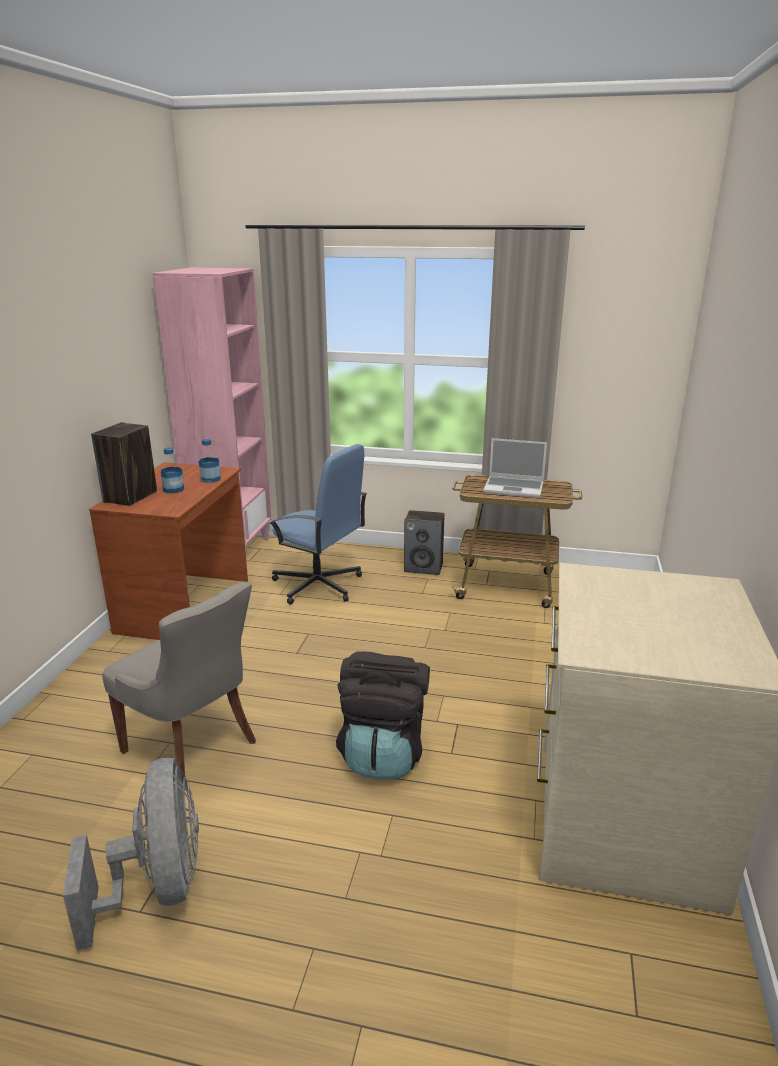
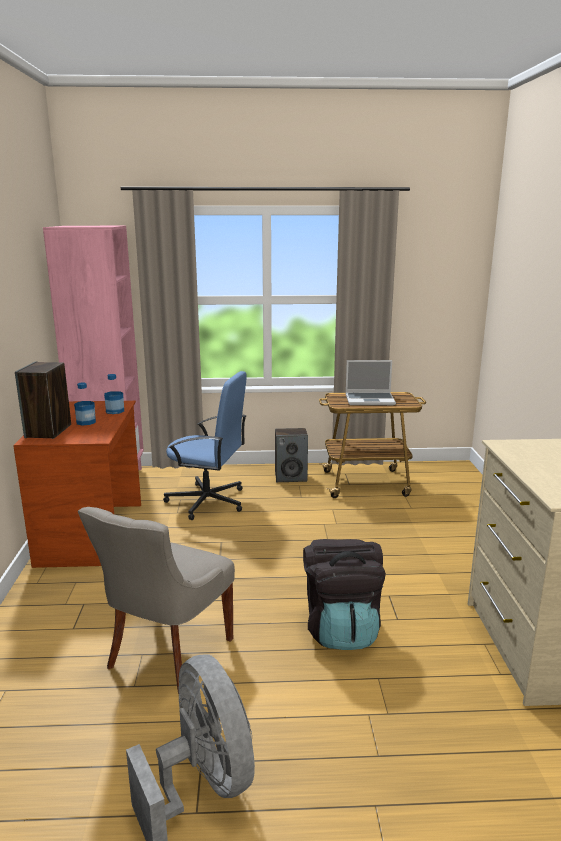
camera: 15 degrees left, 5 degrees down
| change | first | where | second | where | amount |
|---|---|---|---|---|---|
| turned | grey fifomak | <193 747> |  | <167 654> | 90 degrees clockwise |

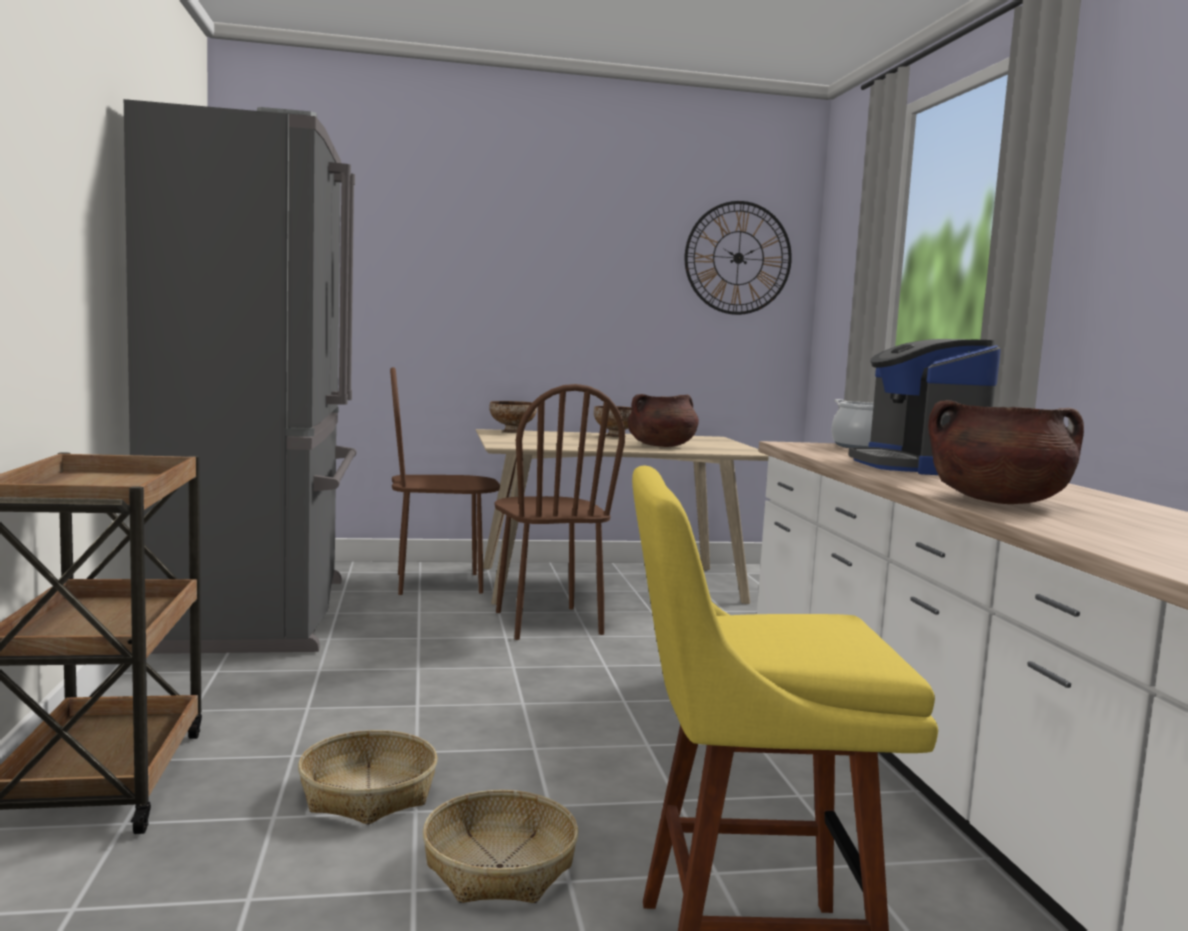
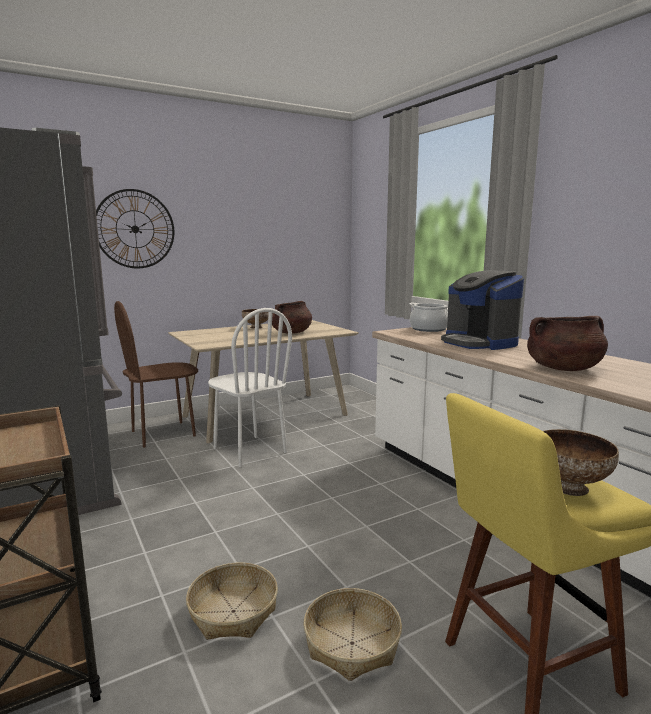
camera: 20 degrees left, 5 degrees up
| change | first | where | second | where | amount |
|---|---|---|---|---|---|
| moved | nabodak | <512 431> |  | <569 487> |  |
| moved | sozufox | <738 258> |  | <135 229> |  |
| recoloured | brown fifomak | <547 623> | white fifomak | <249 450> |  |

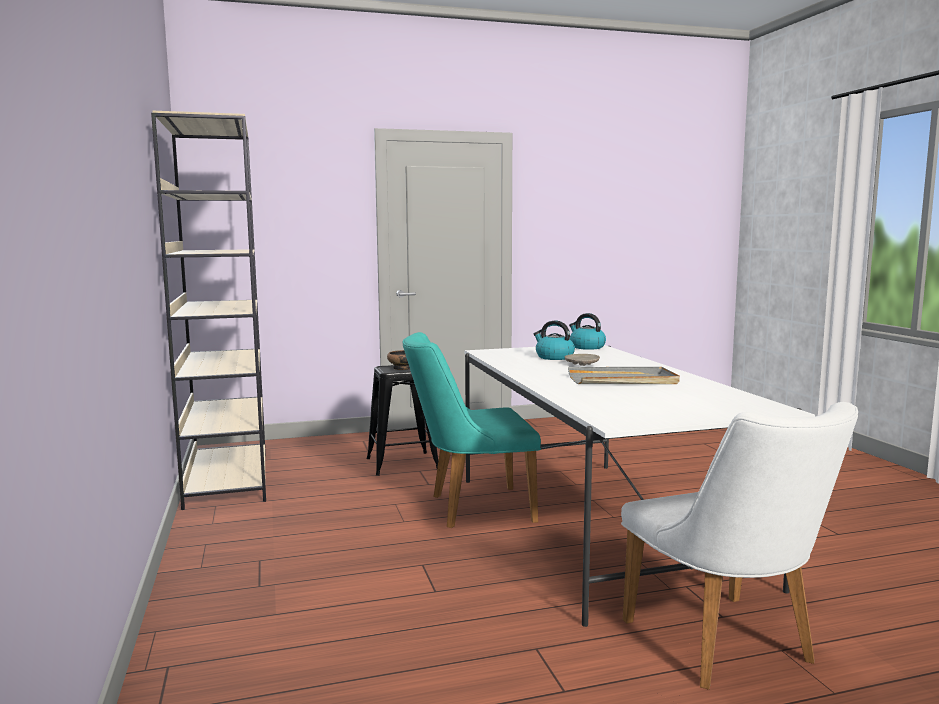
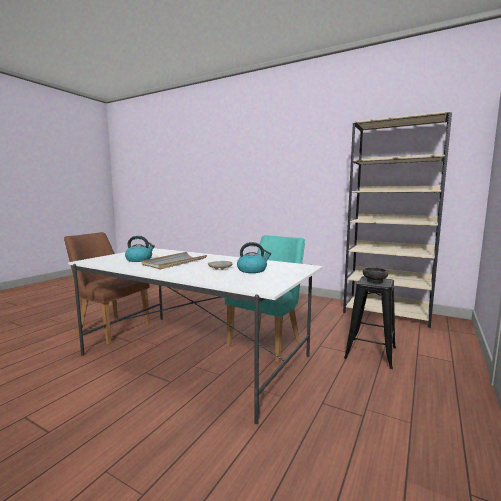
camera: 135 degrees right, 0 degrees up
| change | first | where | second | where | amount |
|---|---|---|---|---|---|
| moved | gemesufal | <586 347> |  | <139 260> |  |
| recoloured | white fifomak | <728 648> | brown fifomak | <109 327> |  |

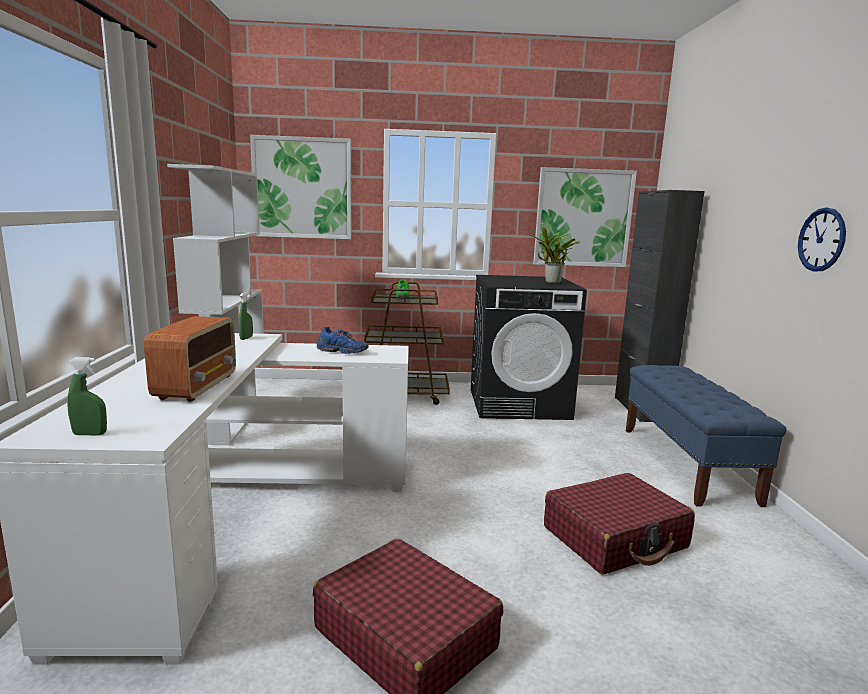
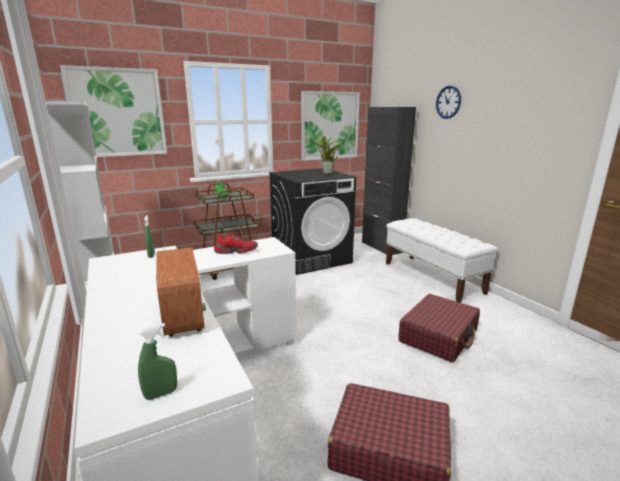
camera: 25 degrees left, 5 degrees up
| change | first | where | second | where | amount |
|---|---|---|---|---|---|
| moved | sozufox | <821 240> |  | <448 102> |  |
| recoloured | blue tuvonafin | <342 352> | red tuvonafin | <236 252> |  |
| recoloured | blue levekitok | <686 464> | white levekitok | <432 277> |  |

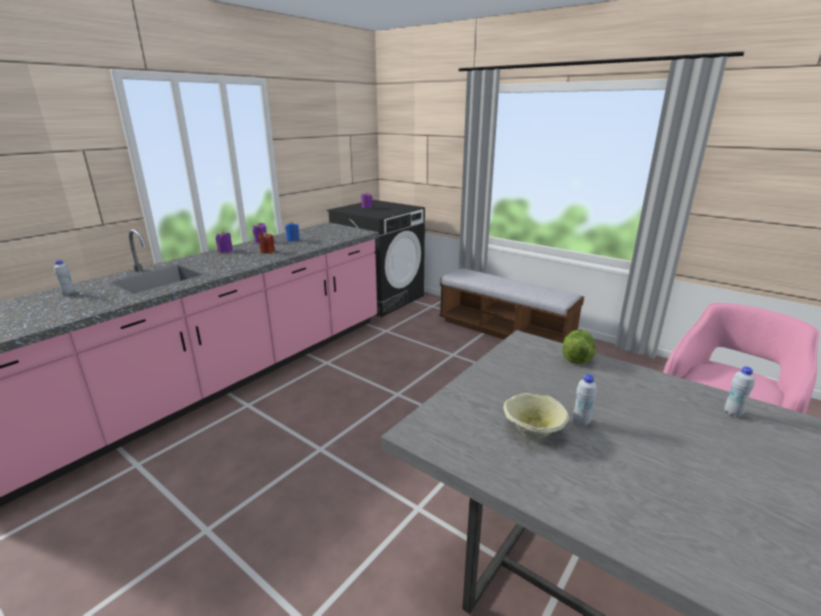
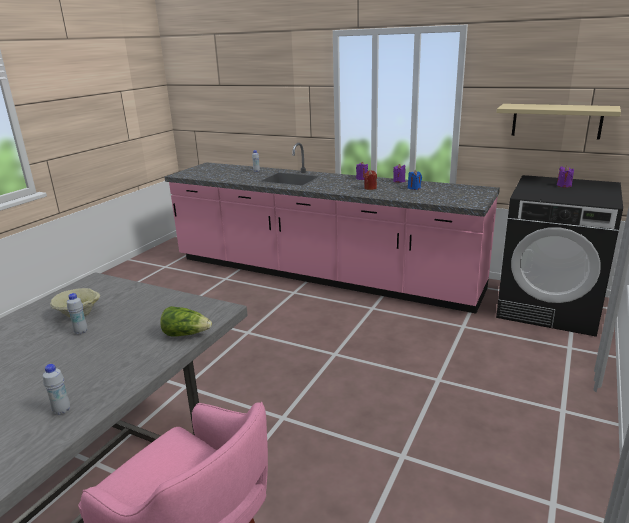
camera: 80 degrees right, 0 degrees up
| change | first | where | second | where | amount |
|---|---|---|---|---|---|
| removed | levekitok | <504 331> |  |  |  |
| added |  |  | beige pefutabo | <556 121> |  |

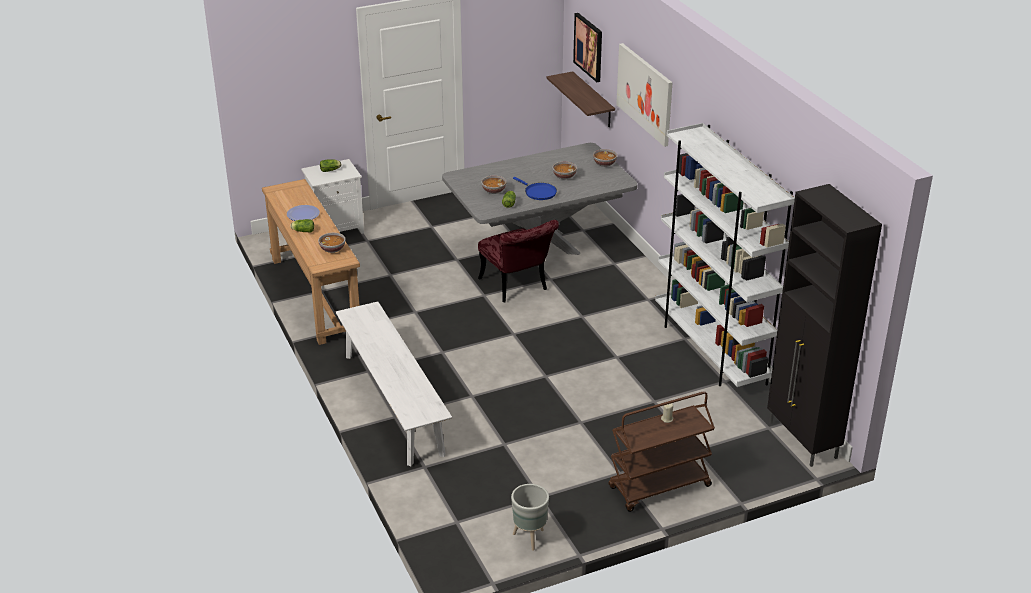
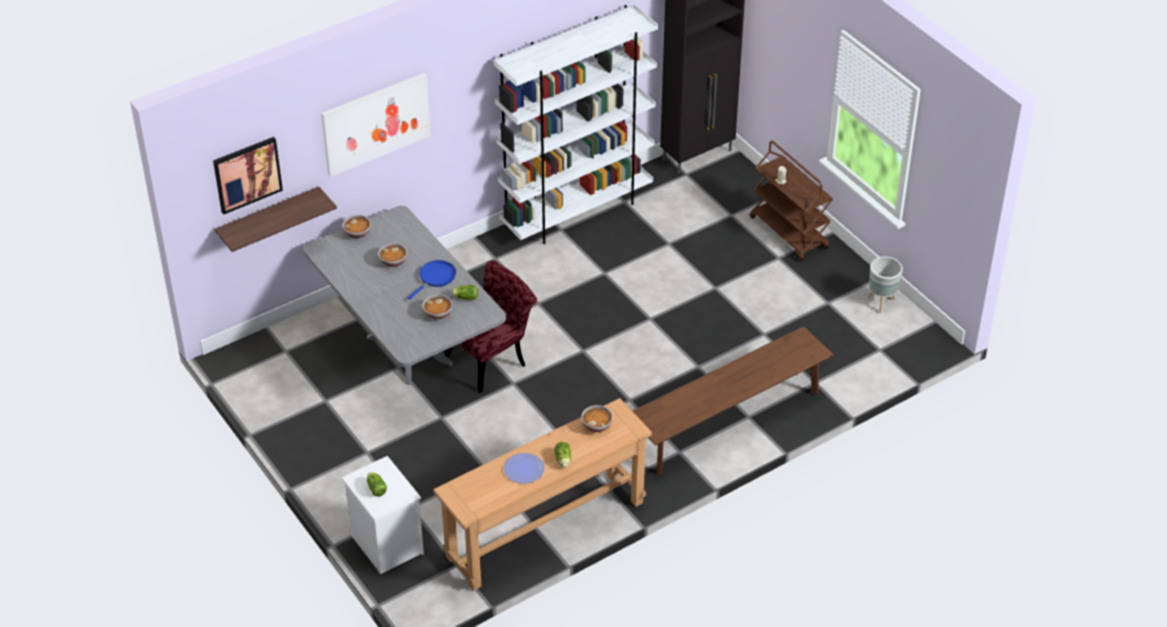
camera: 100 degrees left, 10 degrees up
| change | first | where | second | where | amount |
|---|---|---|---|---|---|
| recoloured | white levekitok | <393 404> | brown levekitok | <728 422> |  |

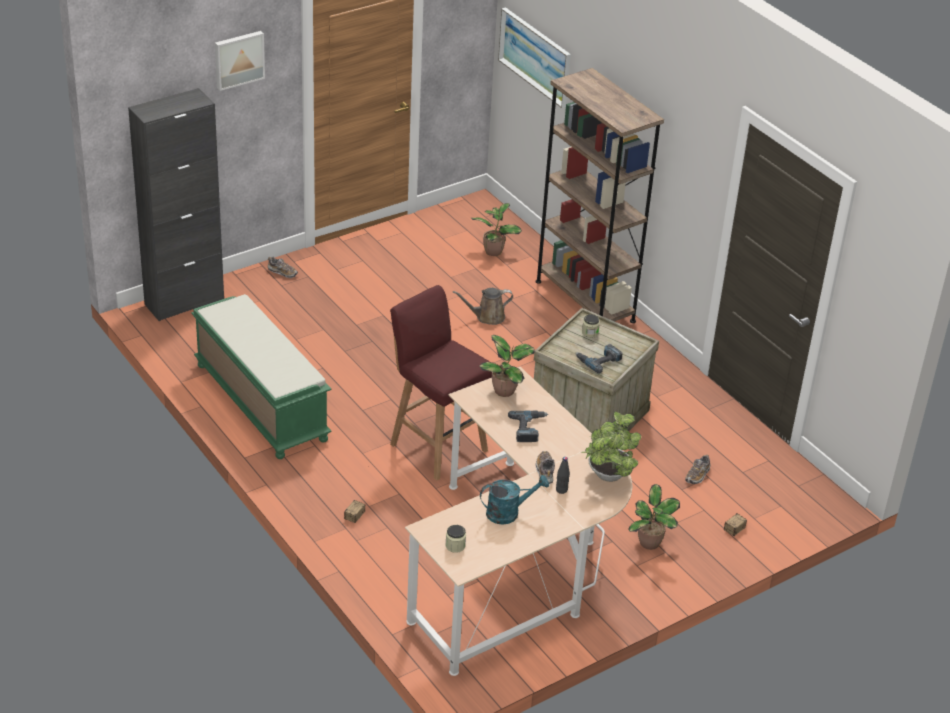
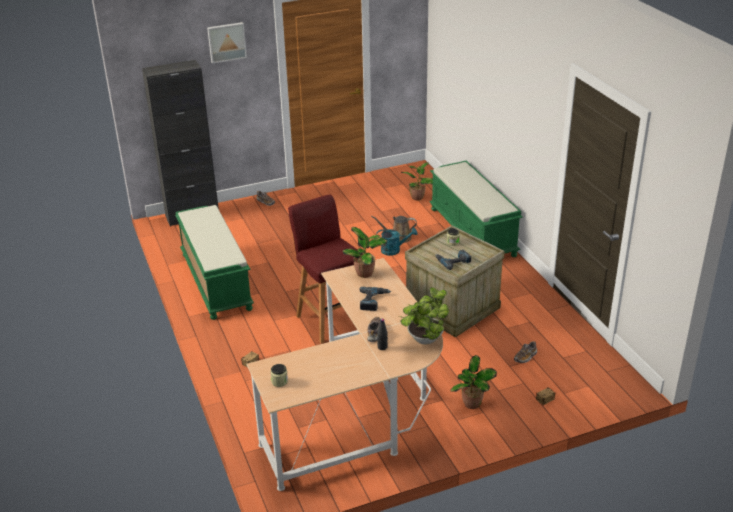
camera: 15 degrees right, 5 degrees down
| change | first | where | second | where | amount |
|---|---|---|---|---|---|
| removed | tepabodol | <535 56> |  |  |  |
| moved | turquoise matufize | <508 512> |  | <394 250> |  |
| replaced | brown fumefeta | <585 301> | green levekitok | <473 232> |  |

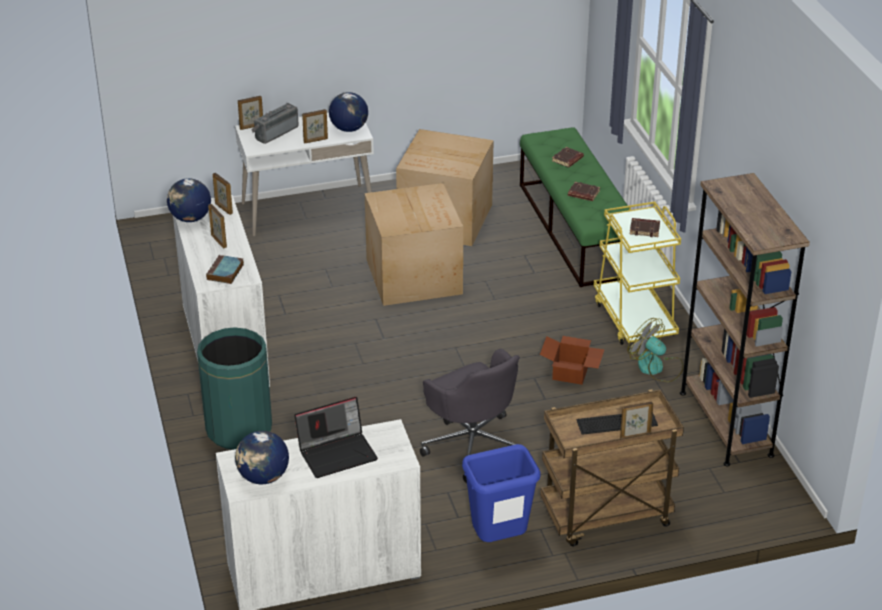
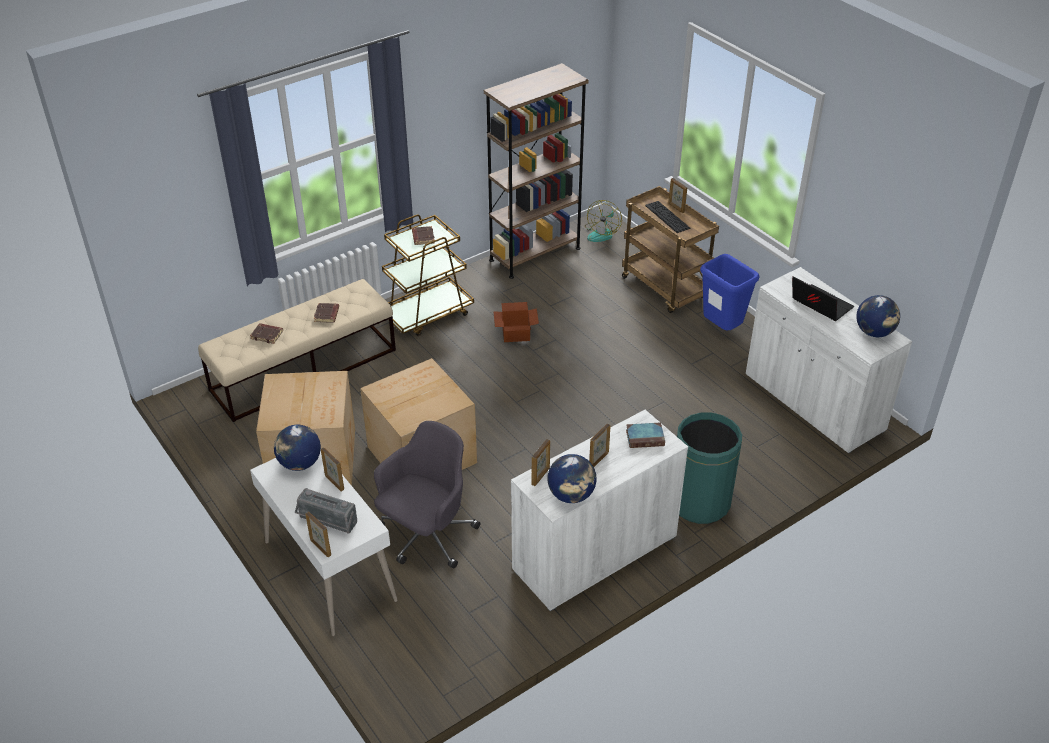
camera: 110 degrees left, 5 degrees up
| change | first | where | second | where | amount |
|---|---|---|---|---|---|
| moved | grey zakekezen | <472 445> |  | <426 536> |  |
| moved | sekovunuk | <656 368> |  | <602 233> |  |
| recoloured | green levekitok | <576 230> | beige levekitok | <304 369> |  |
| recoloured | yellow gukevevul | <634 318> | brown gukevevul | <428 314> |  |

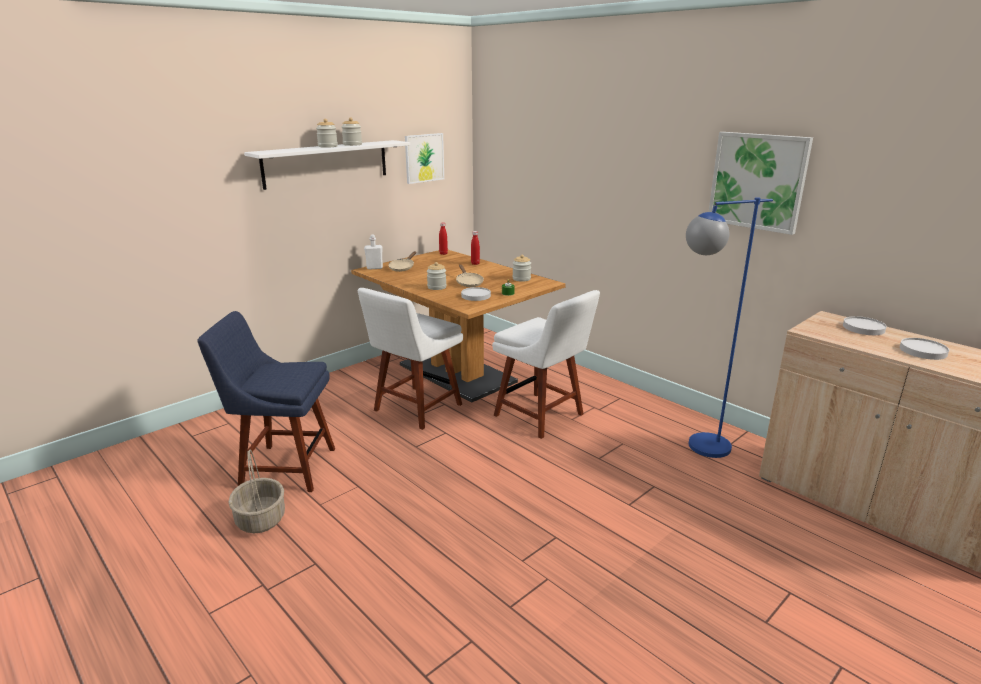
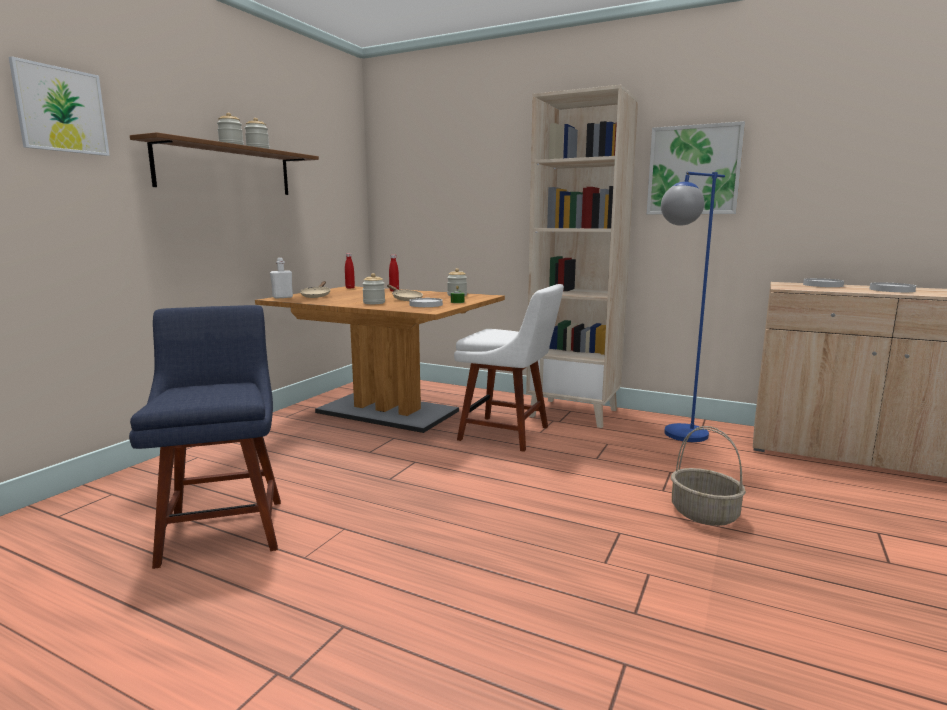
camera: 20 degrees left, 10 degrees down
| change | first | where | second | where | amount |
|---|---|---|---|---|---|
| removed | white fifomak | <415 409> |  |  |  |
| added |  |  | beige fumefeta | <574 413> |  |
| moved | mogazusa | <261 519> |  | <705 514> |  |
| moved | tepabodol | <424 158> |  | <61 110> |  |
| recoloured | white pefutabo | <326 163> | brown pefutabo | <226 169> |  |
| turned | blue fifomak | <283 467> |  | <224 527> | 90 degrees clockwise |

